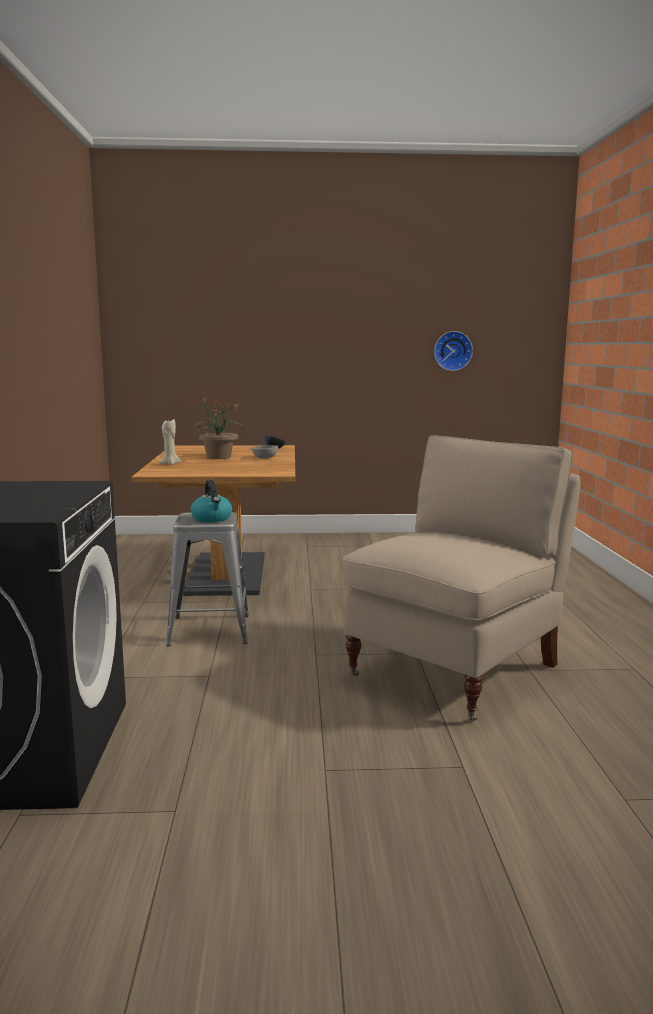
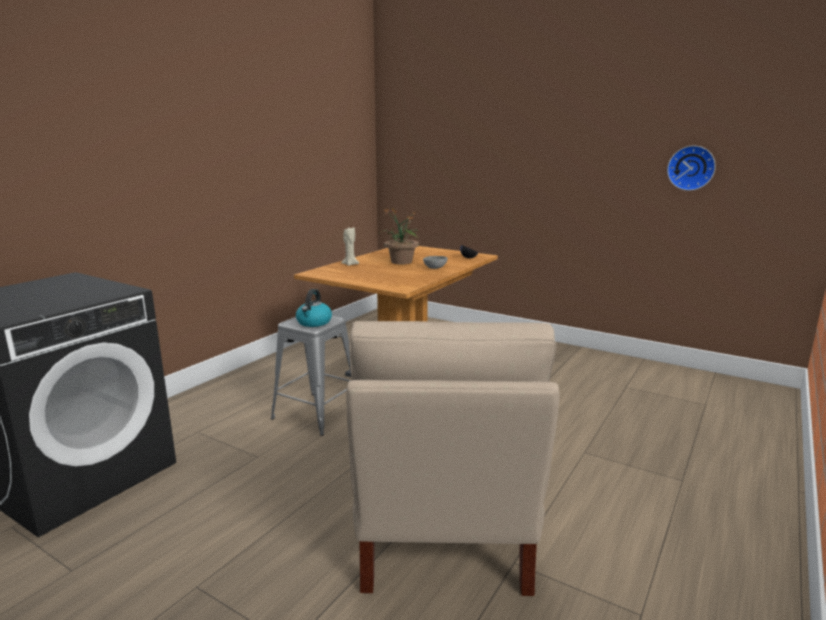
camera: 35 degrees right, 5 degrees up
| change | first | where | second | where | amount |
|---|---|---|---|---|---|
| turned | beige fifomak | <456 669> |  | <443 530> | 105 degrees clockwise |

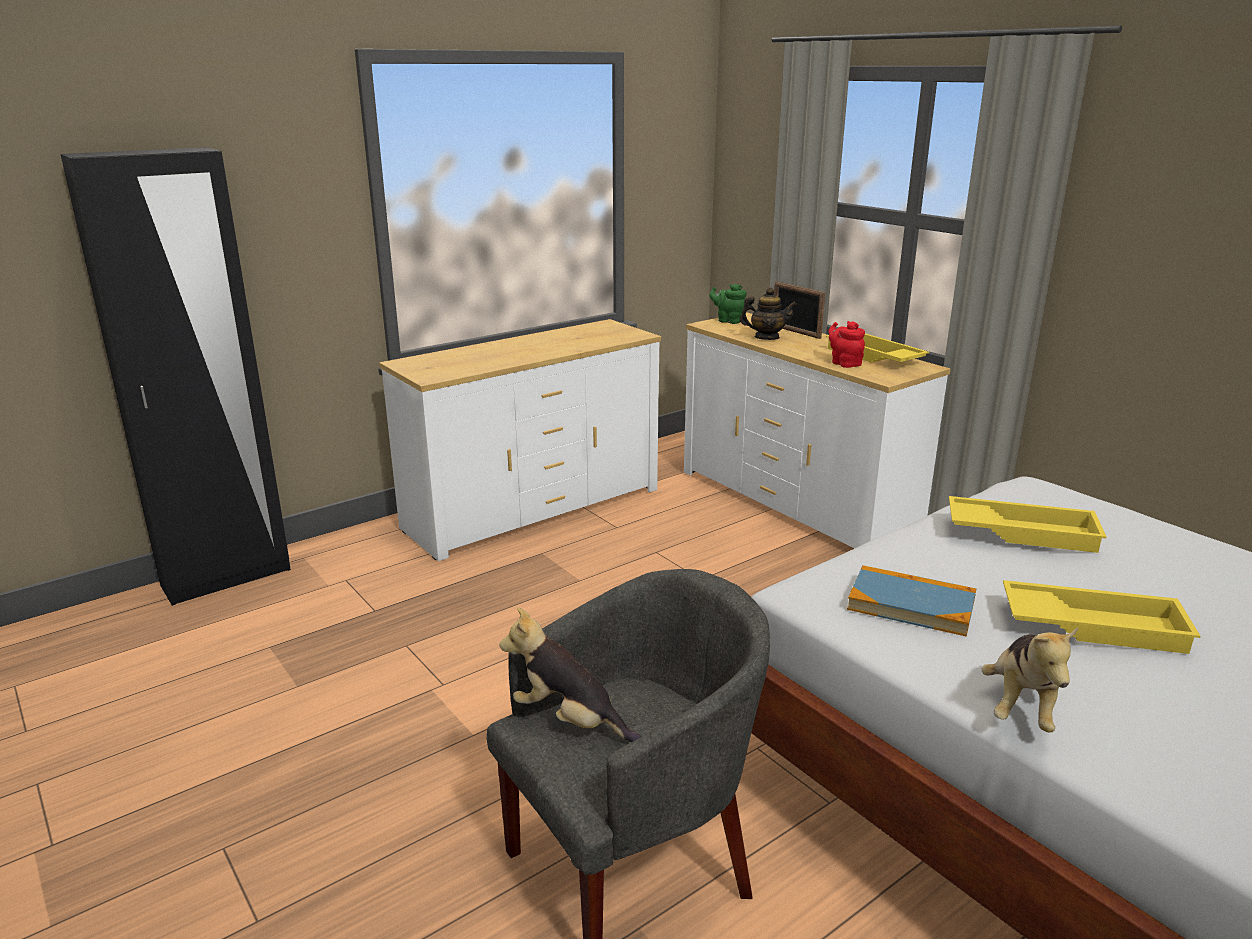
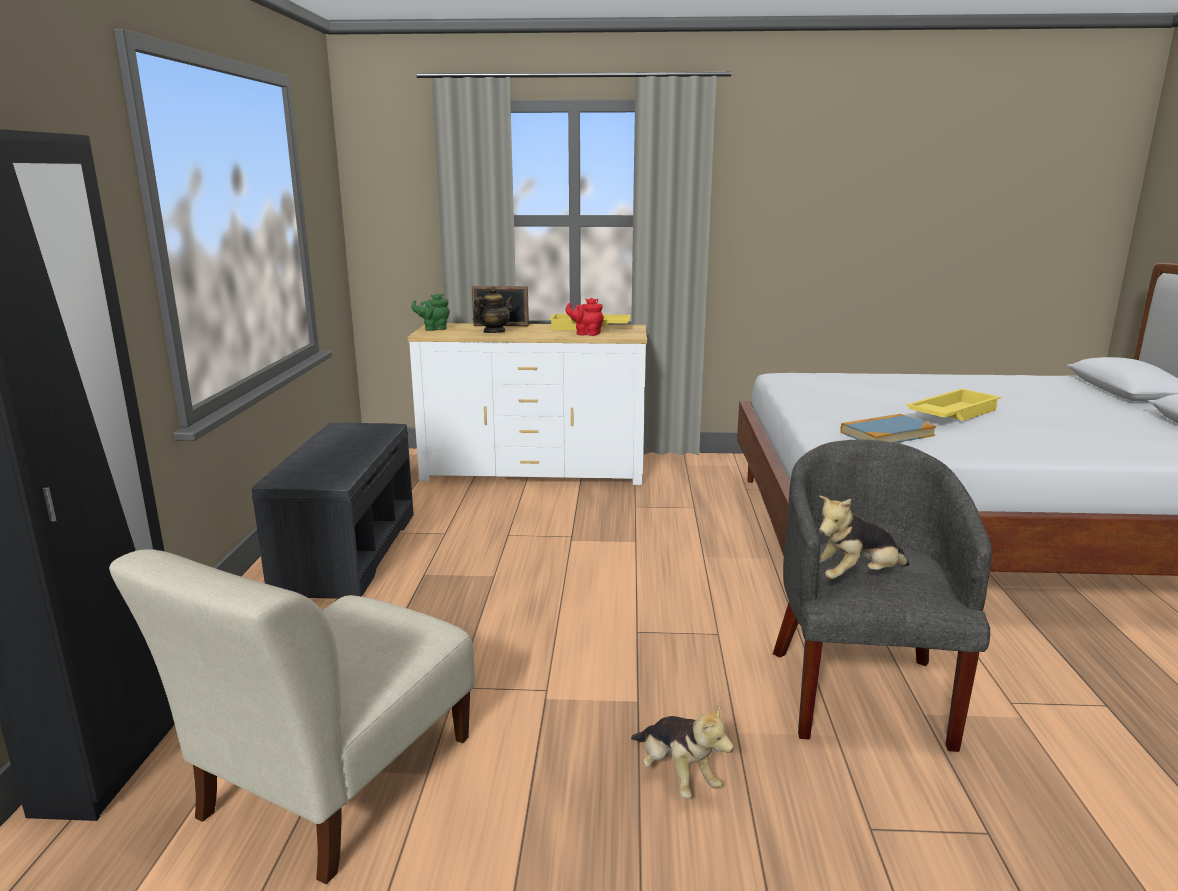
camera: 50 degrees left, 5 degrees down
| change | first | where | second | where | amount |
|---|---|---|---|---|---|
| removed | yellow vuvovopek | <1022 531> |  |  |  |
| added |  |  | beige fifomak | <332 785> |  |
| moved | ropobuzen | <1021 706> |  | <676 776> |  |
| replaced | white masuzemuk | <533 509> | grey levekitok | <346 550> |  |

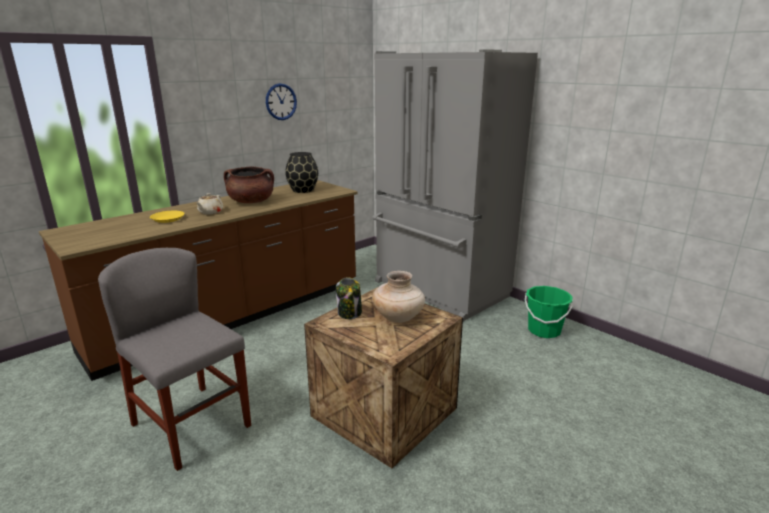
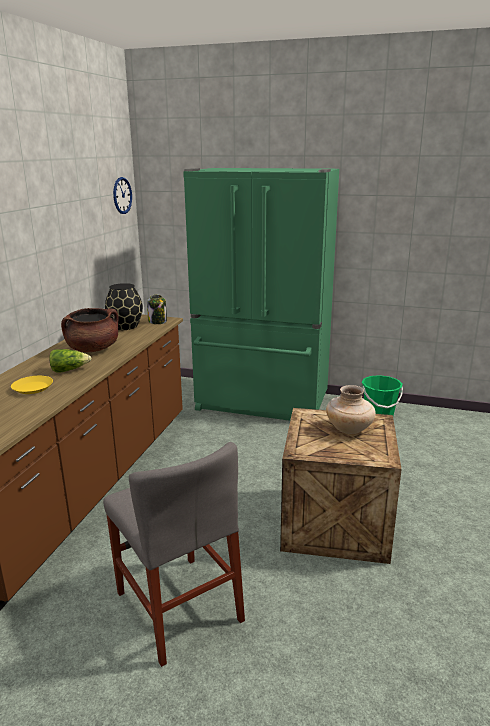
camera: 30 degrees left, 0 degrees up
| change | first | where | second | where | amount |
|---|---|---|---|---|---|
| moved | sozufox | <281 102> |  | <122 195> |  |
| moved | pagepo | <349 313> |  | <158 321> |  |
| replaced | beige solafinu | <210 212> | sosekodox | <69 370> |  |
| recoloured | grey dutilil | <438 290> | green dutilil | <261 403> |  |
| turned | grey fifomak | <191 425> |  | <178 606> | 135 degrees counterclockwise |

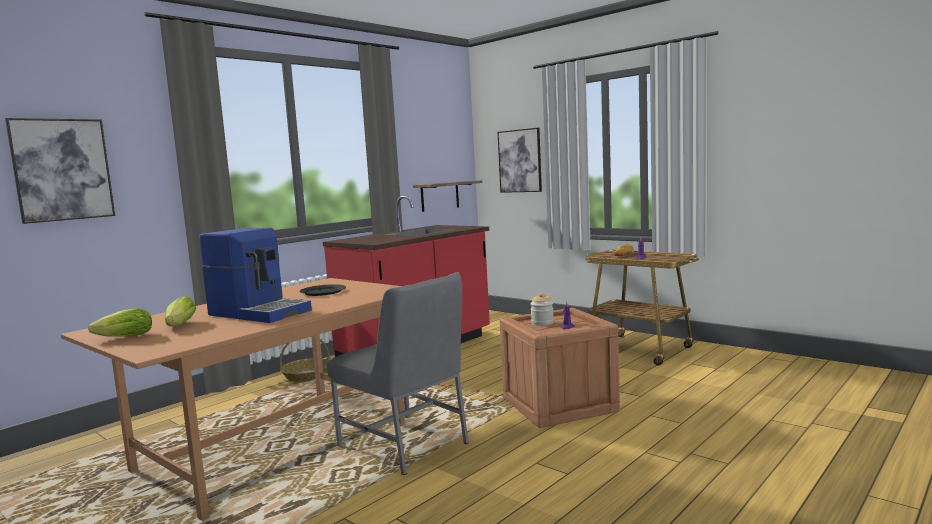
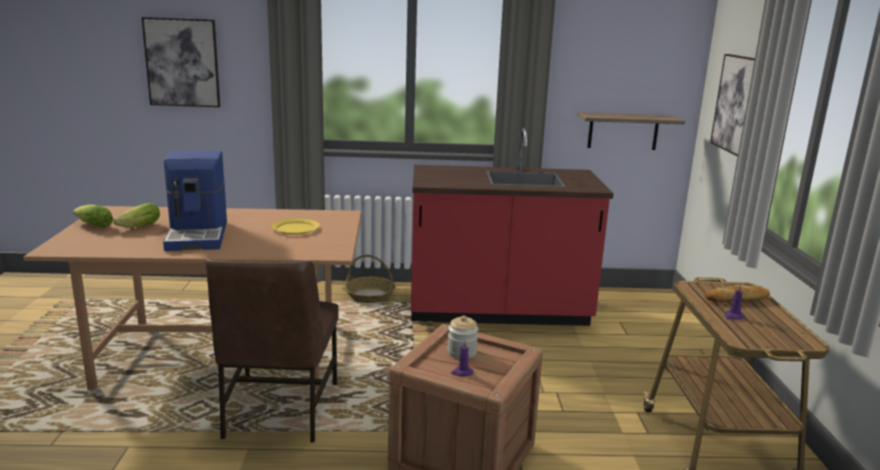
camera: 45 degrees right, 10 degrees up
| change | first | where | second | where | amount |
|---|---|---|---|---|---|
| recoloured | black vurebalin | <323 292> | yellow vurebalin | <295 228> |  |
| recoloured | grey fifomak | <405 445> | brown fifomak | <279 410> |  |

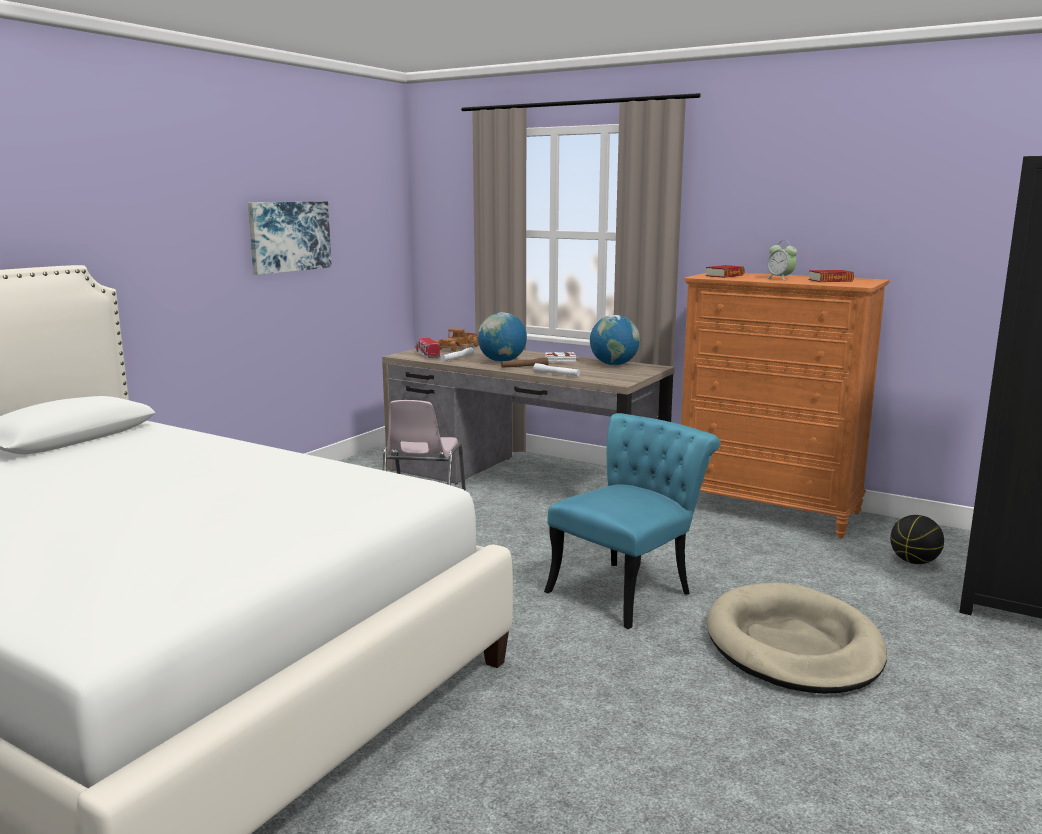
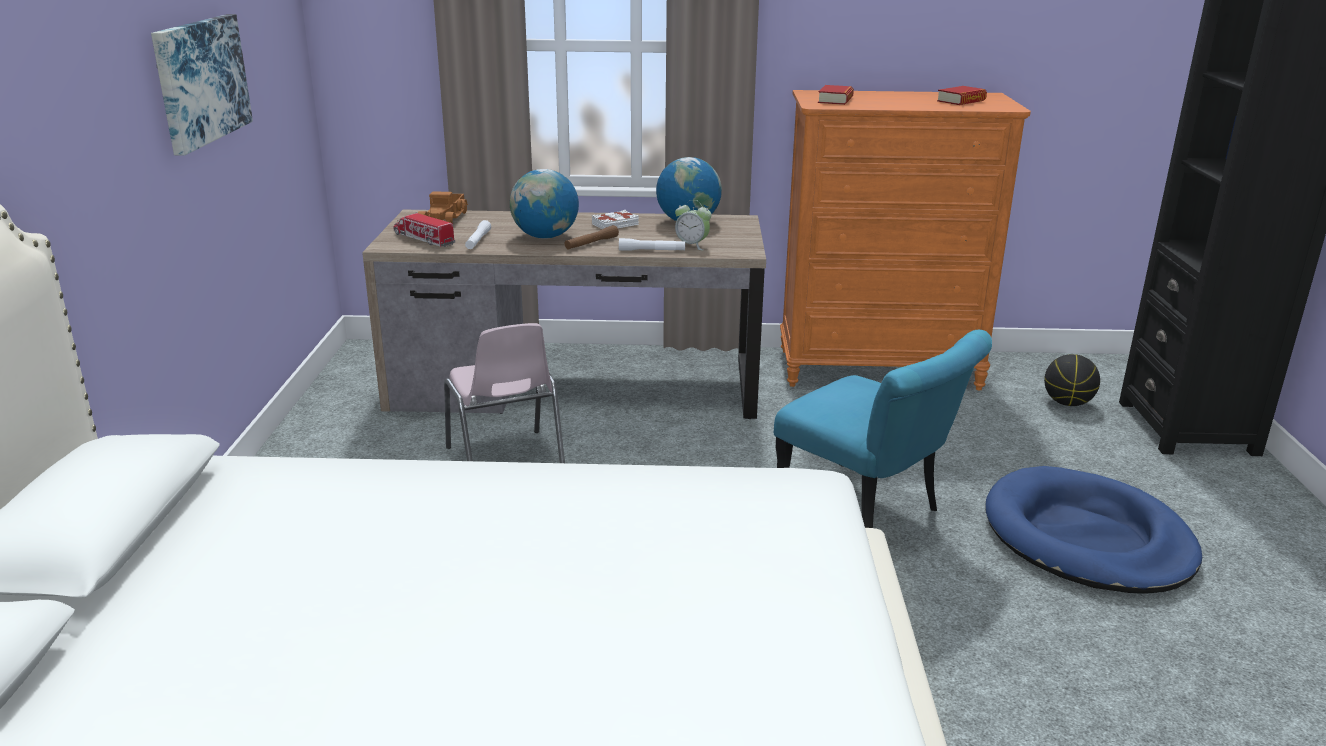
camera: 30 degrees left, 10 degrees up
| change | first | where | second | where | amount |
|---|---|---|---|---|---|
| moved | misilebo | <780 278> |  | <692 246> |  |
| recoloured | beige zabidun | <793 645> | blue zabidun | <1086 538> |  |
| turned | turquoise fifomak | <628 589> |  | <868 515> | 120 degrees clockwise |

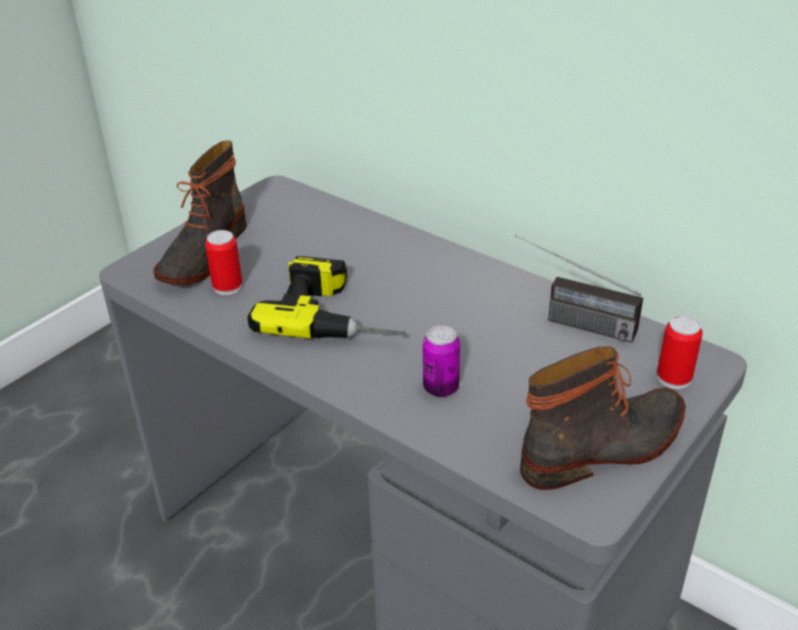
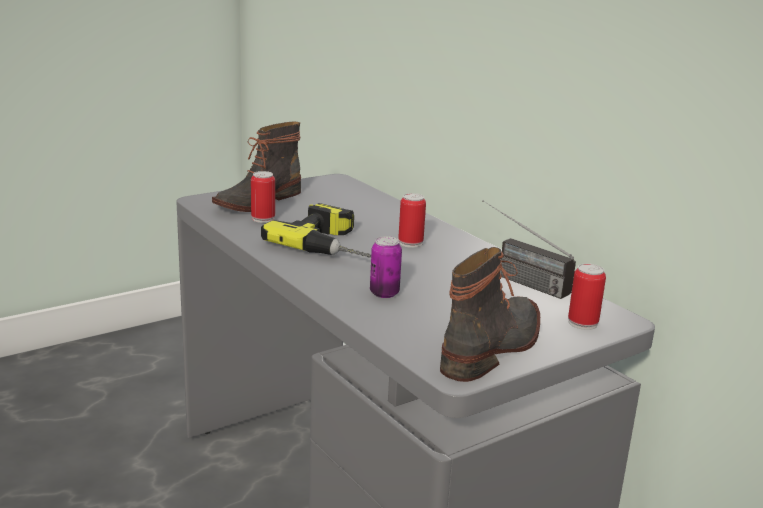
camera: 15 degrees right, 15 degrees down
| change | first | where | second | where | amount |
|---|---|---|---|---|---|
| added |  |  | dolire | <410 243> |  |
| turned | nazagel | <605 448> |  | <493 347> | 45 degrees counterclockwise |

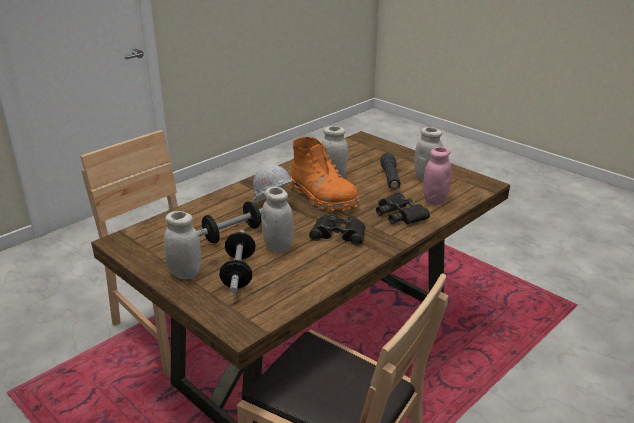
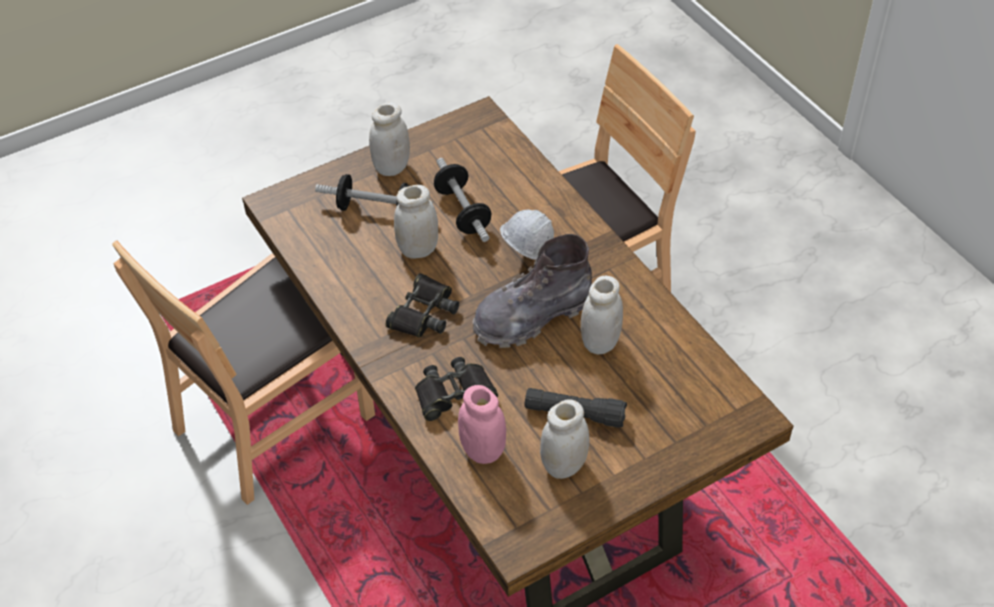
camera: 105 degrees right, 20 degrees up
| change | first | where | second | where | amount |
|---|---|---|---|---|---|
| recoloured | orange nazagel | <323 198> | grey nazagel | <532 316> |  |

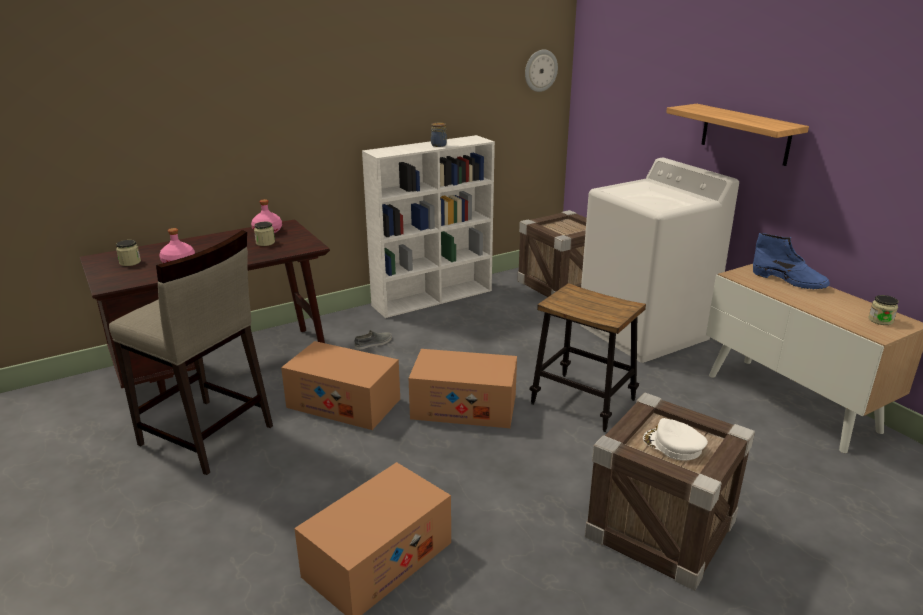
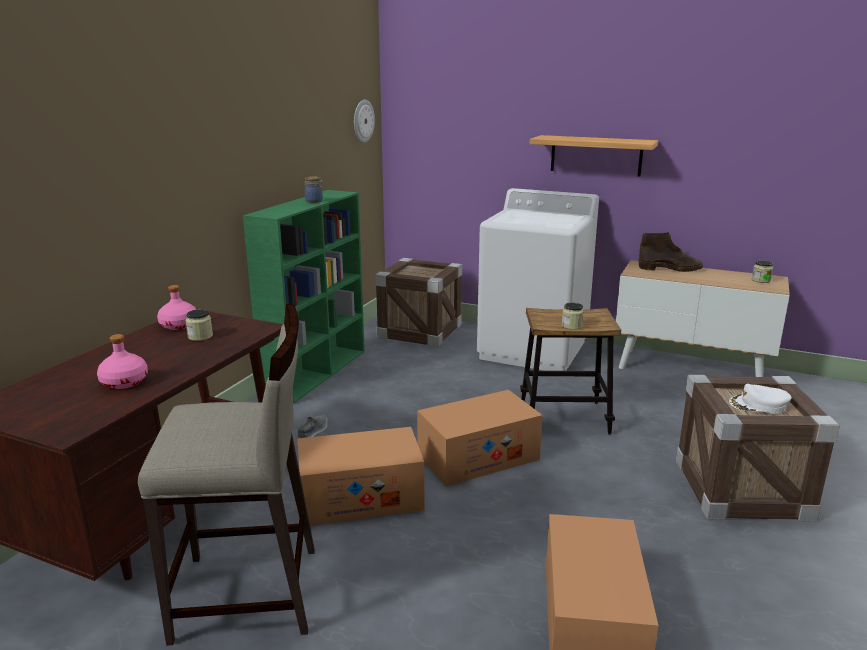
camera: 35 degrees left, 5 degrees down
| change | first | where | second | where | amount |
|---|---|---|---|---|---|
| moved | pagepo | <130 262> |  | <572 326> |  |
| recoloured | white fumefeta | <433 297> | green fumefeta | <316 372> |  |
| recoloured | blue nazagel | <789 280> | brown nazagel | <670 269> |  |

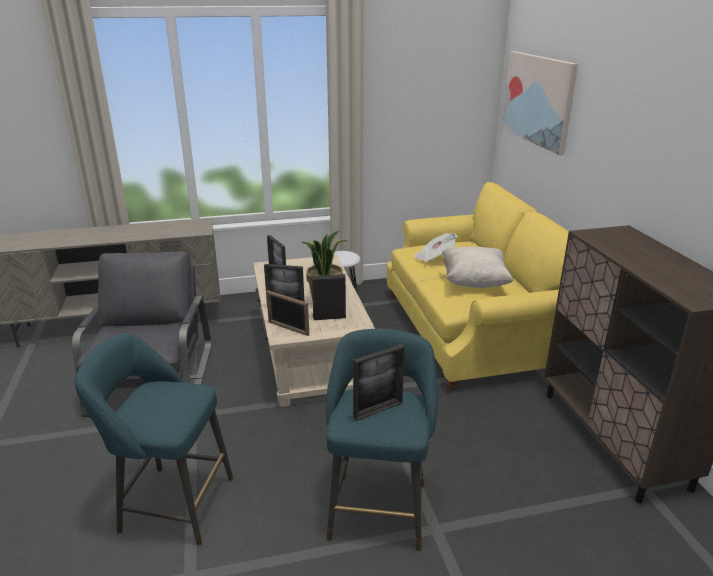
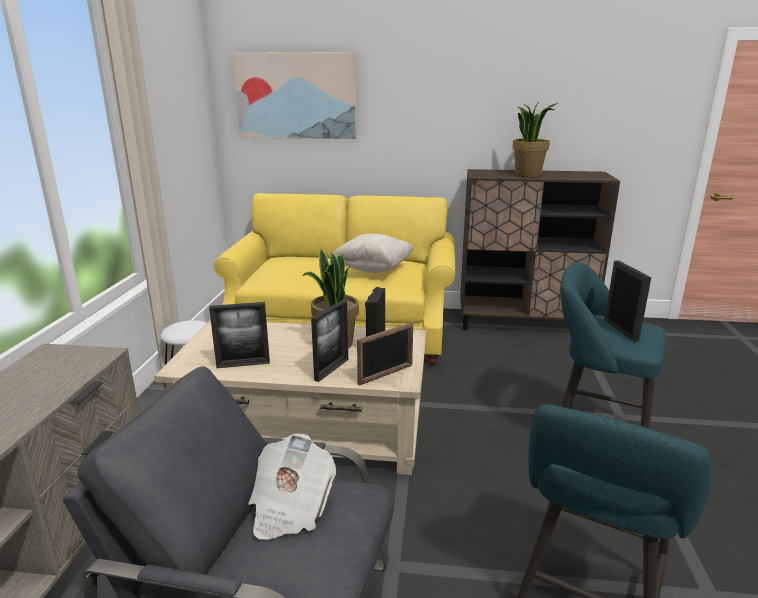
camera: 70 degrees left, 5 degrees down
| change | first | where | second | where | amount |
|---|---|---|---|---|---|
| added |  |  | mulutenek | <528 175> |  |
| moved | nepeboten | <434 257> |  | <289 506> |  |

